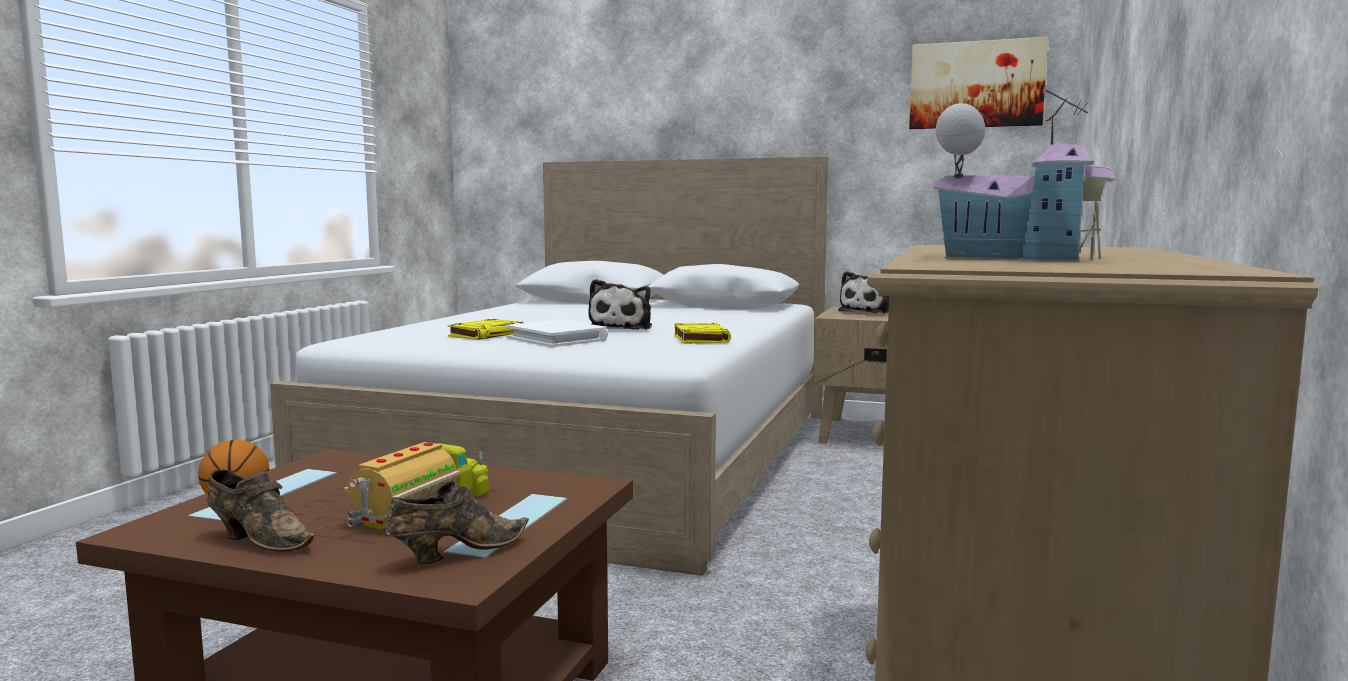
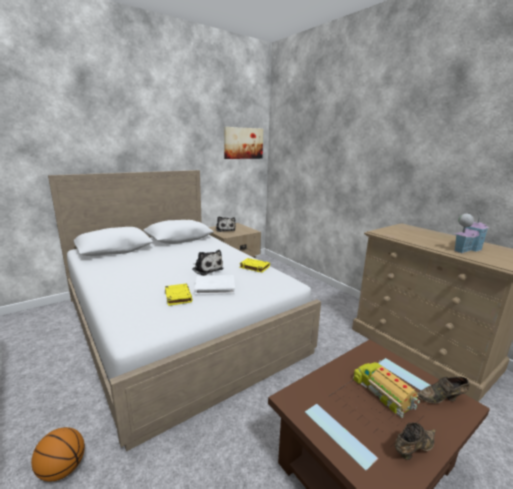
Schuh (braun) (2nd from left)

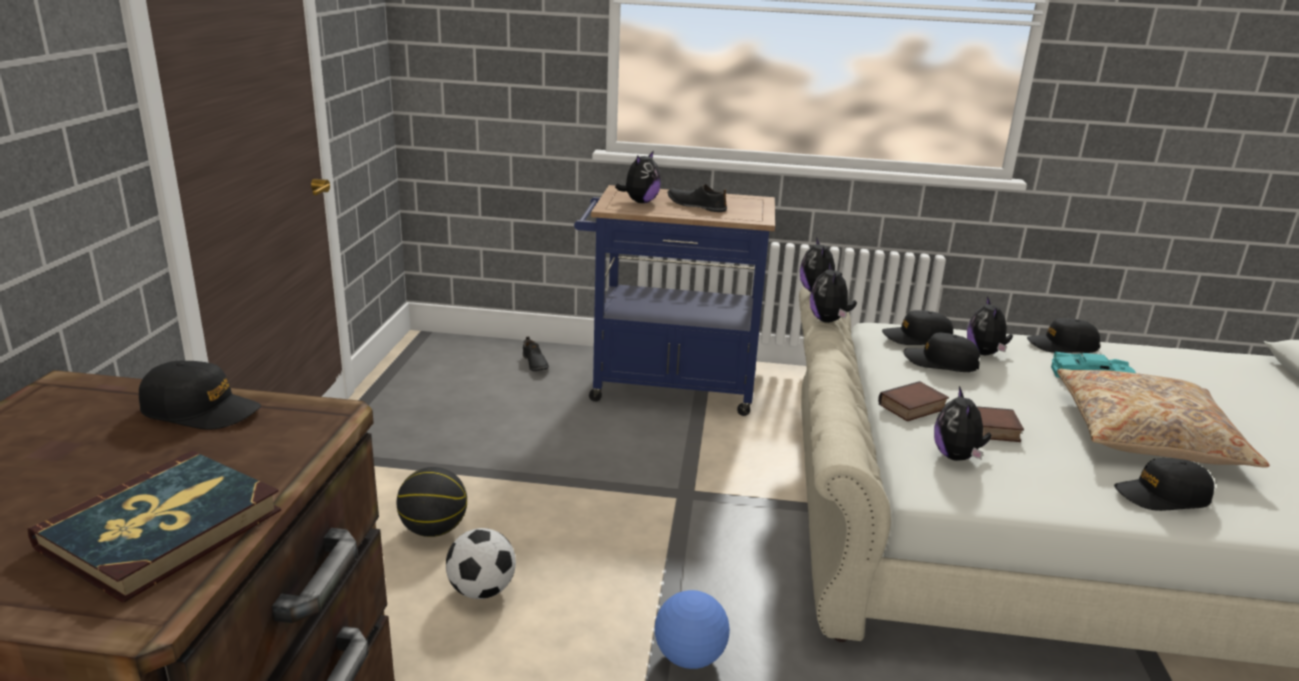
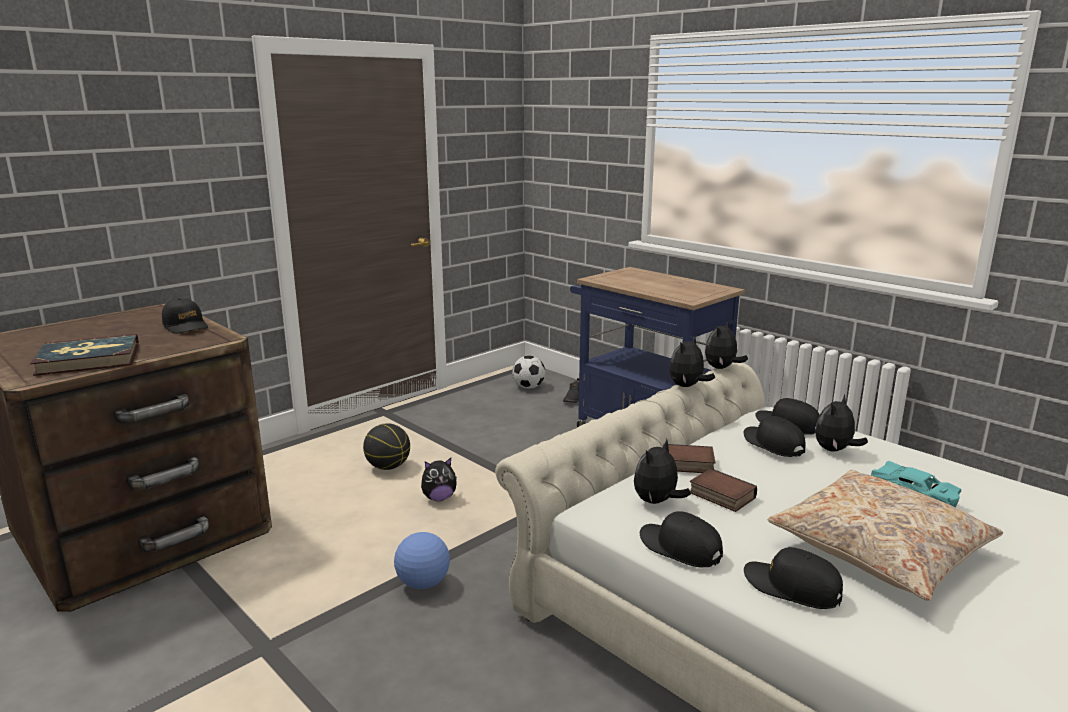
Fußball (2nd from left); Plüschtier (1st from left); Schuh (schwarz) (2nd from left in the first image); Kappe (schwarz) (2nd from left)

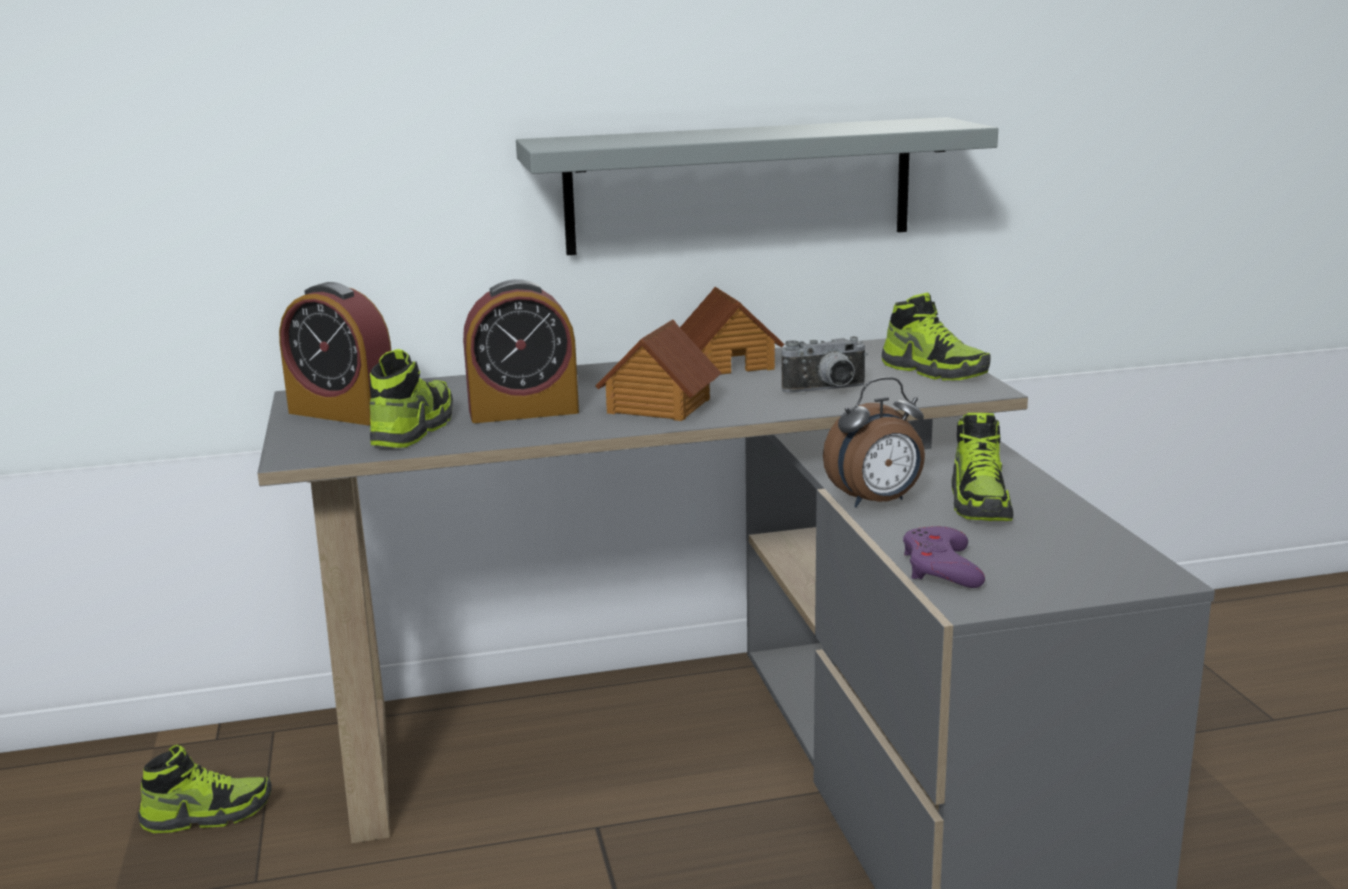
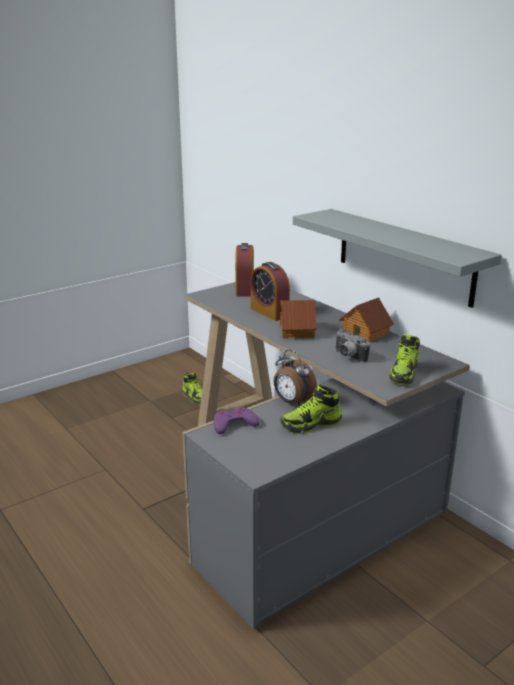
Schuh (2nd from left in the first image)

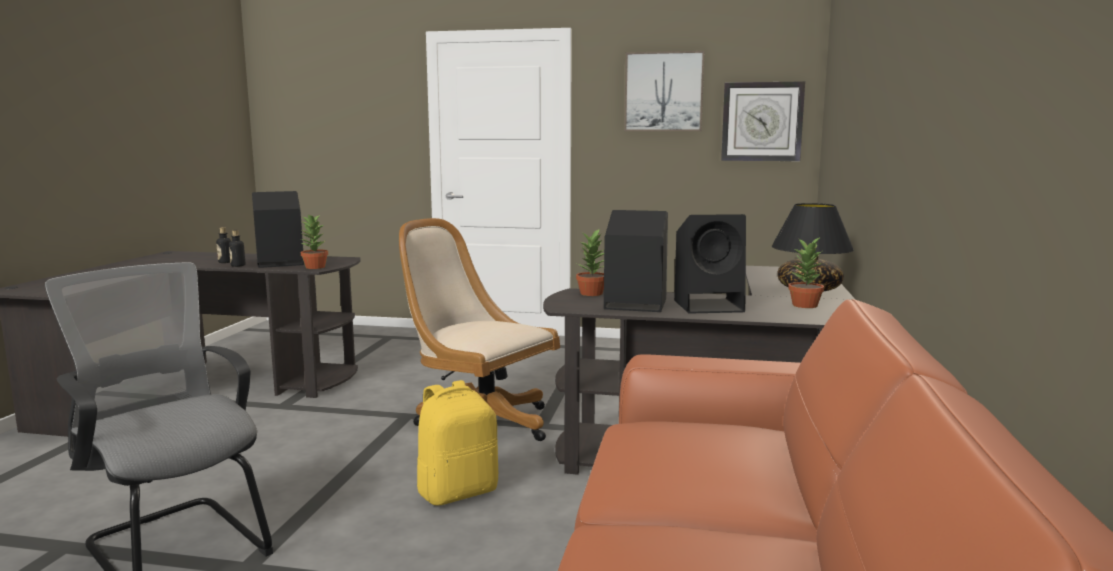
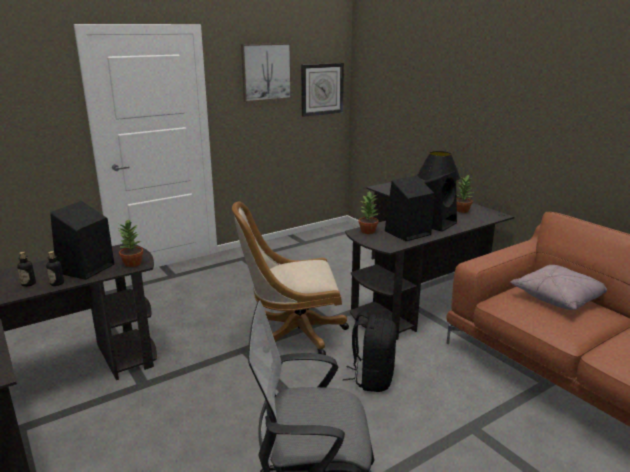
Rucksack (schwarz); Kissen (lila)

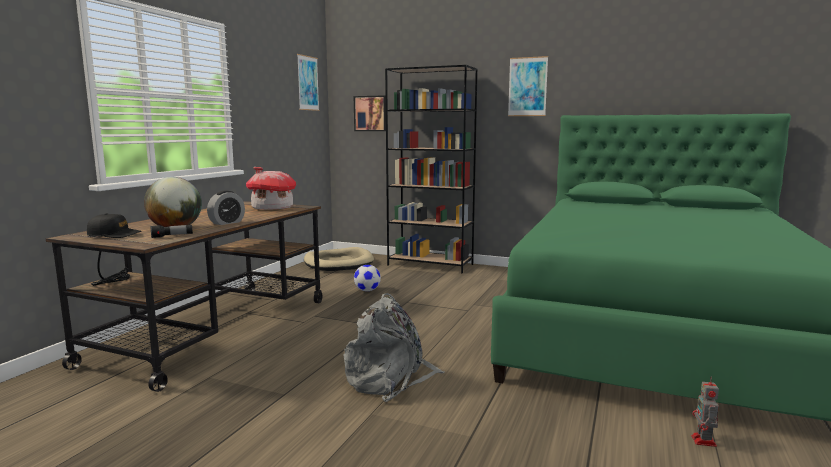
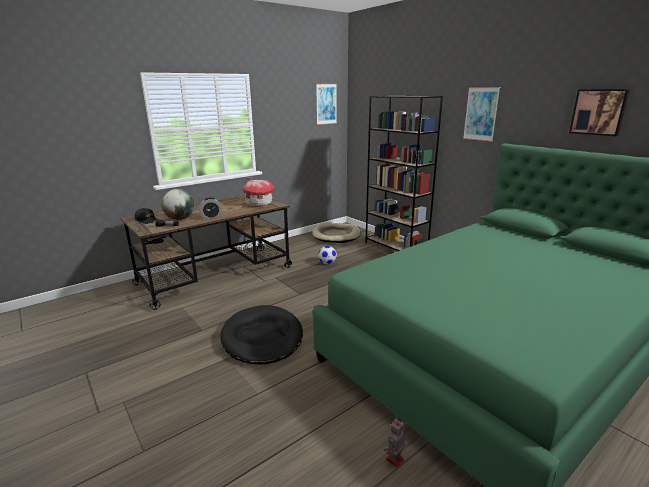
Hundebett (schwarz); Bild (3rd from left)

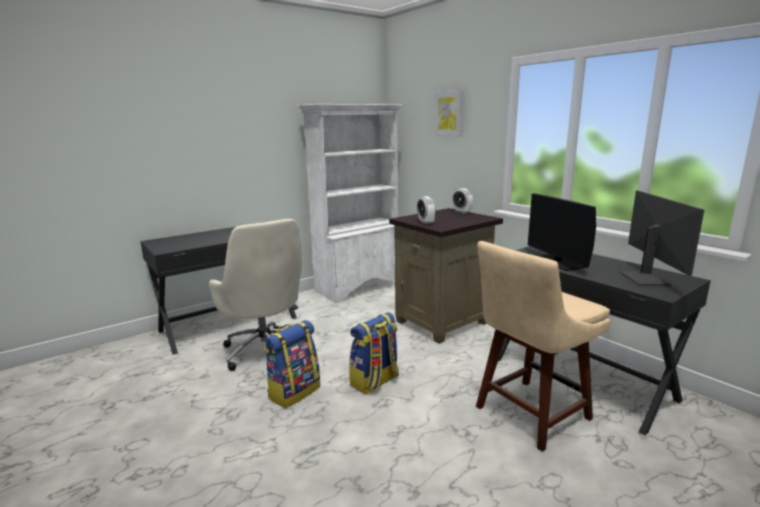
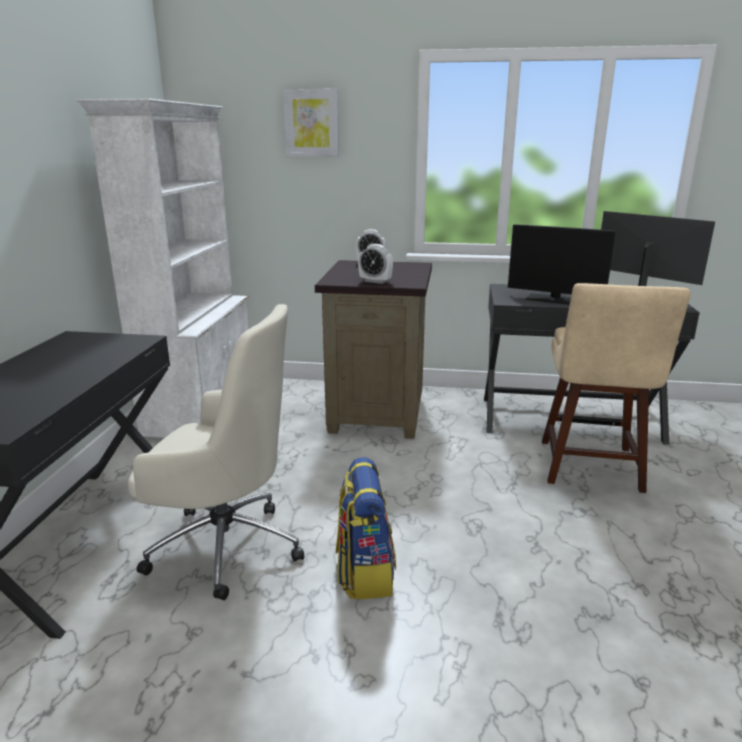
Rucksack (2nd from left in the first image)

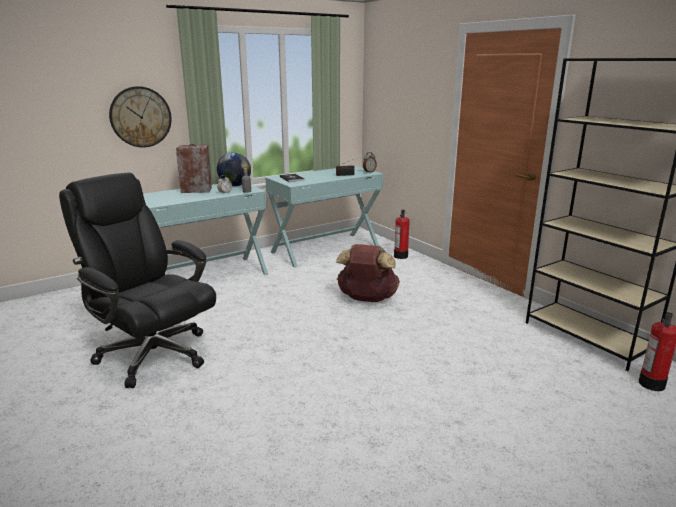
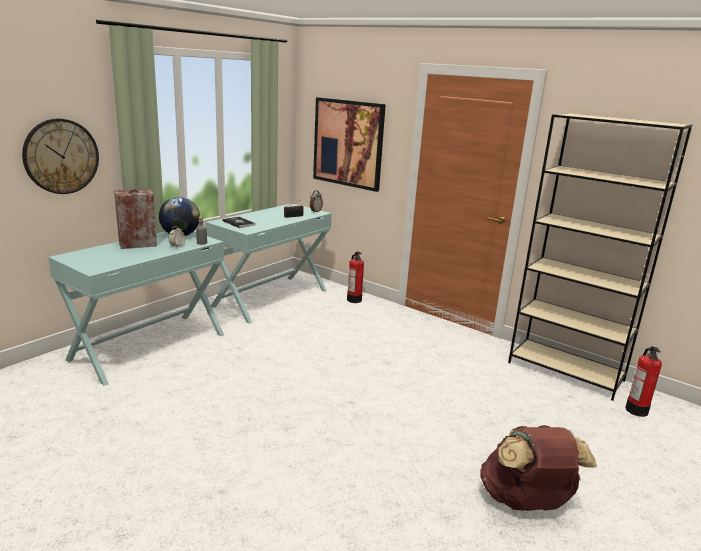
Bürostuhl (schwarz); Rucksack (braun); Bild

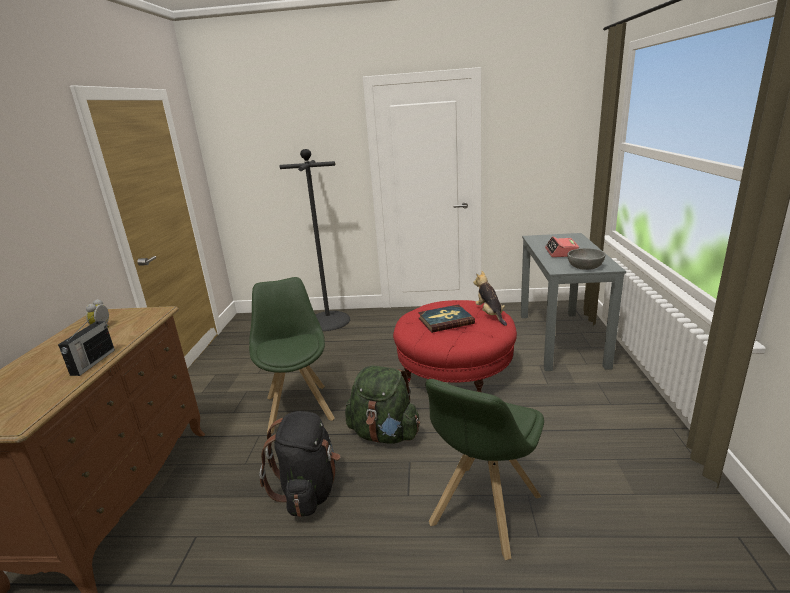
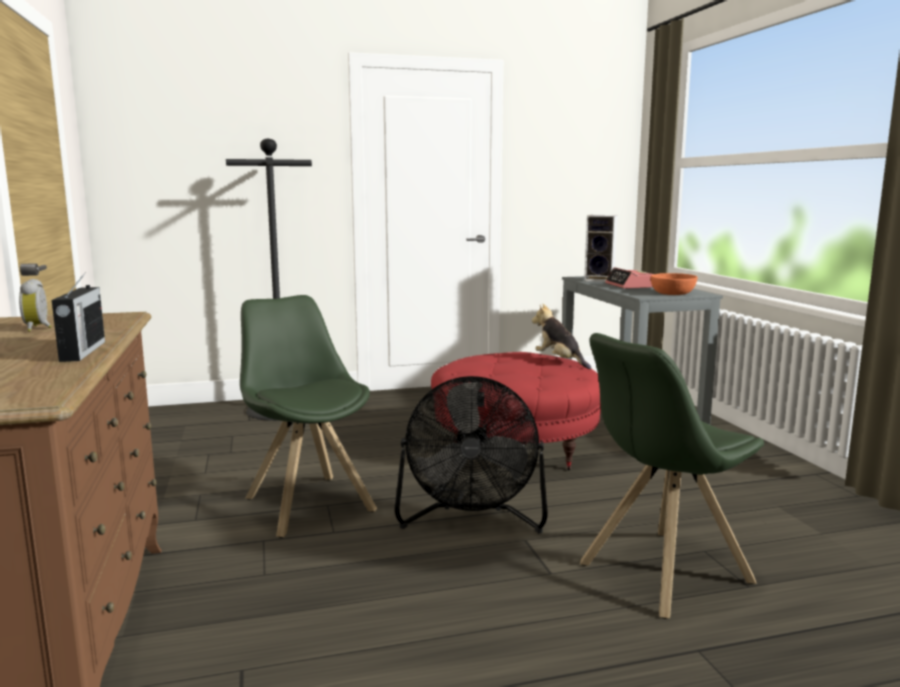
Rucksack (schwarz); Ventilator (schwarz); Buch; Stuhl (grün) (2nd from left); Schüssel (orange); Lautsprecher

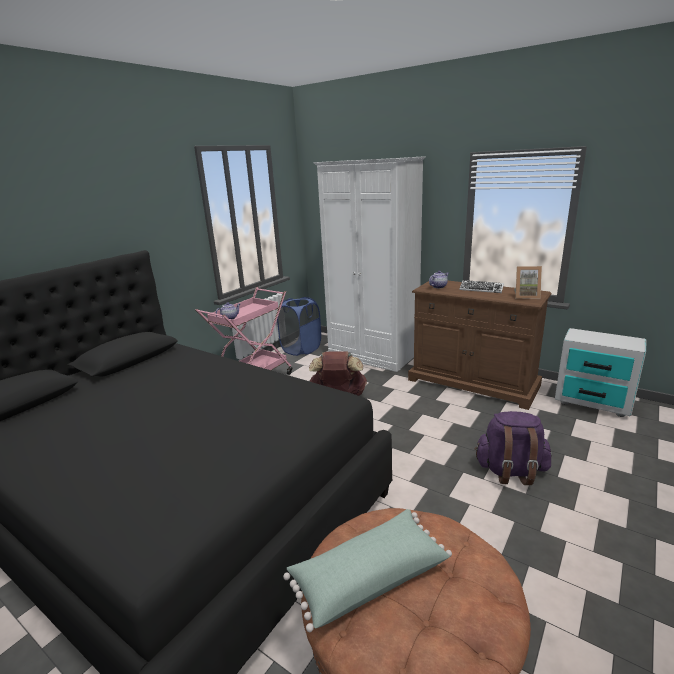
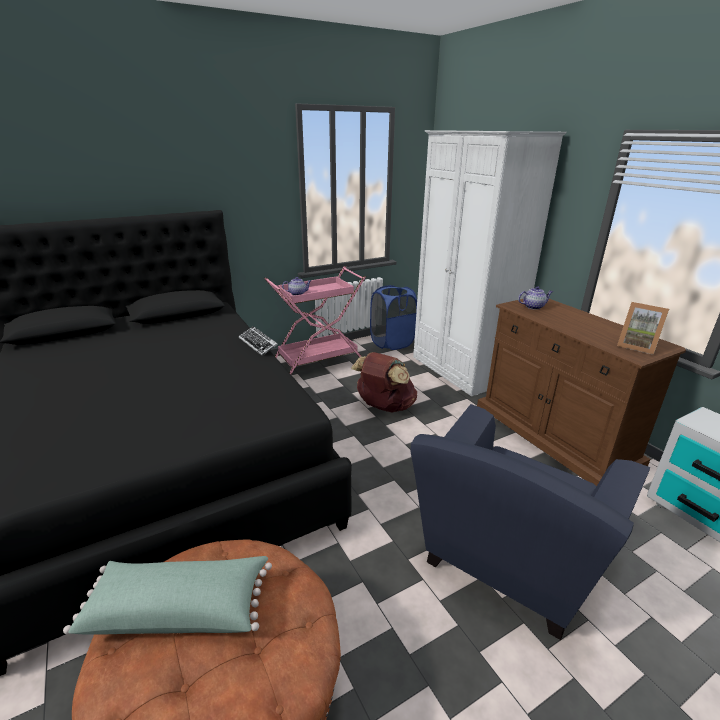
Tastatur; Sessel (blau)

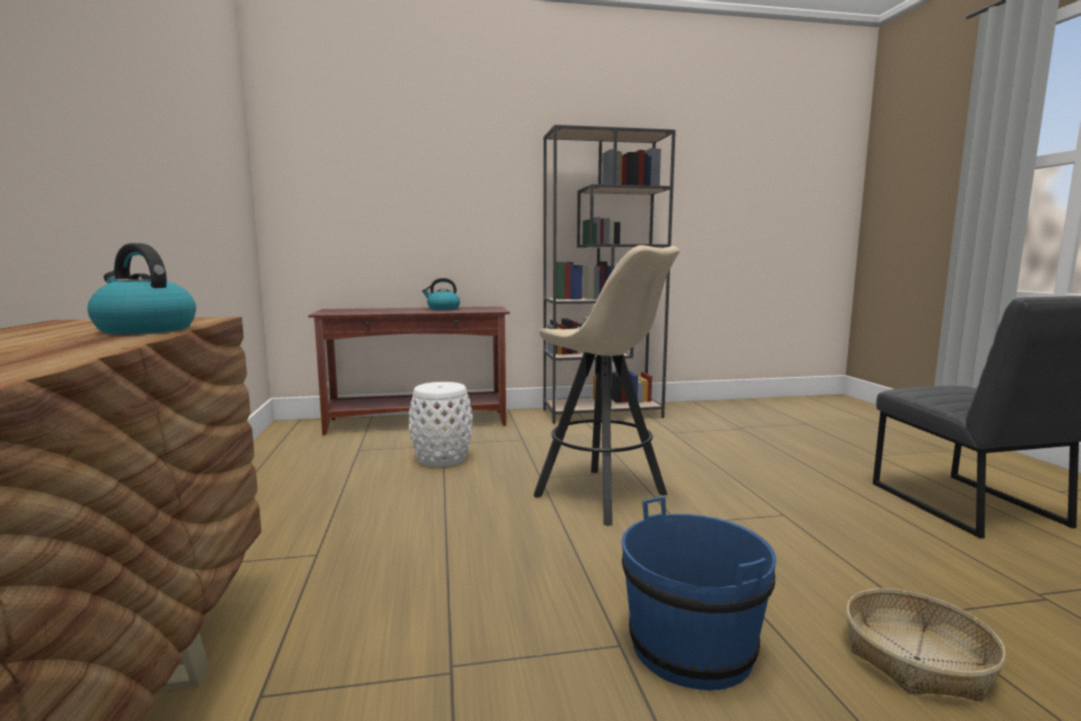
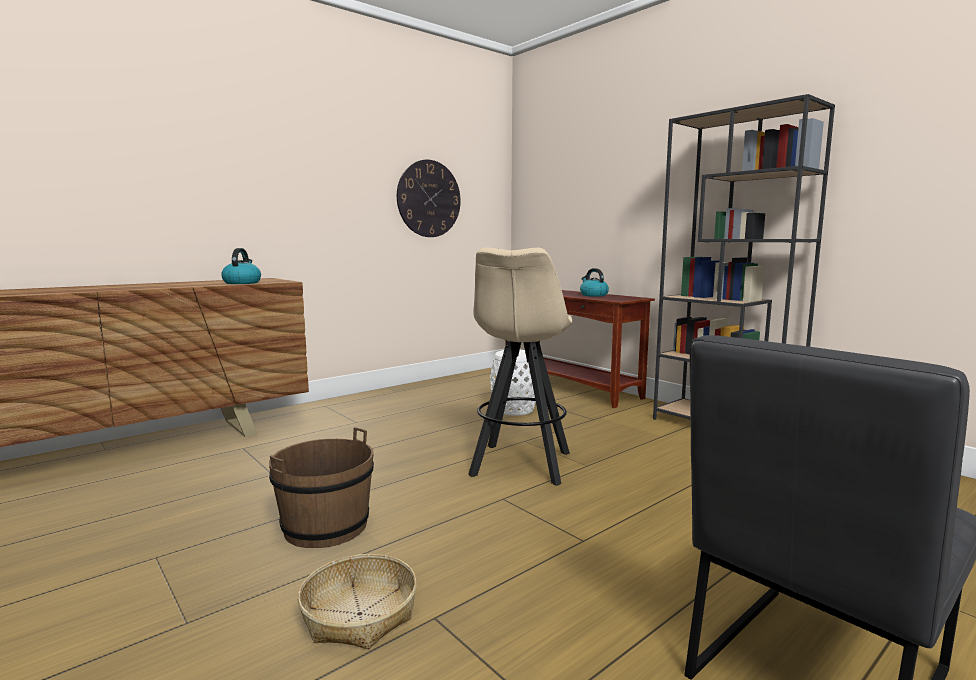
Eimer (braun); Wanduhr

